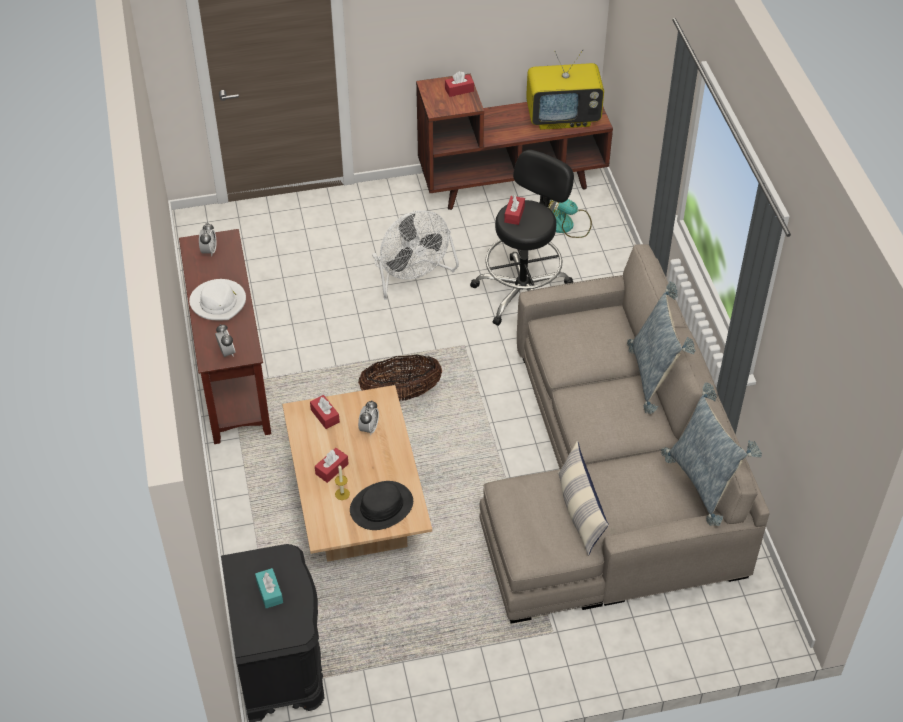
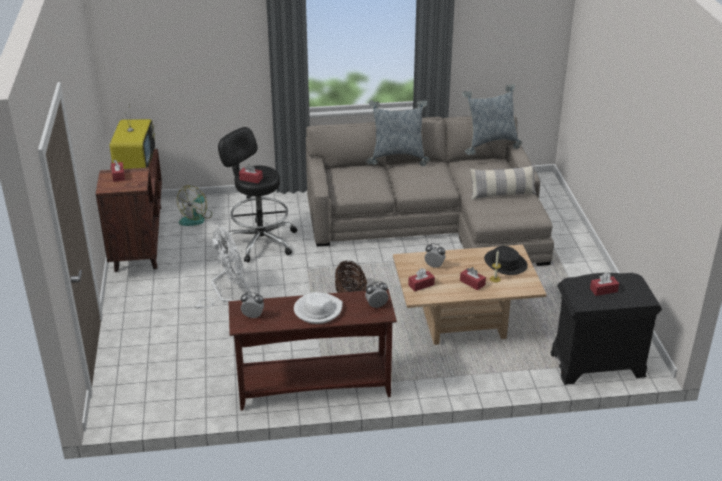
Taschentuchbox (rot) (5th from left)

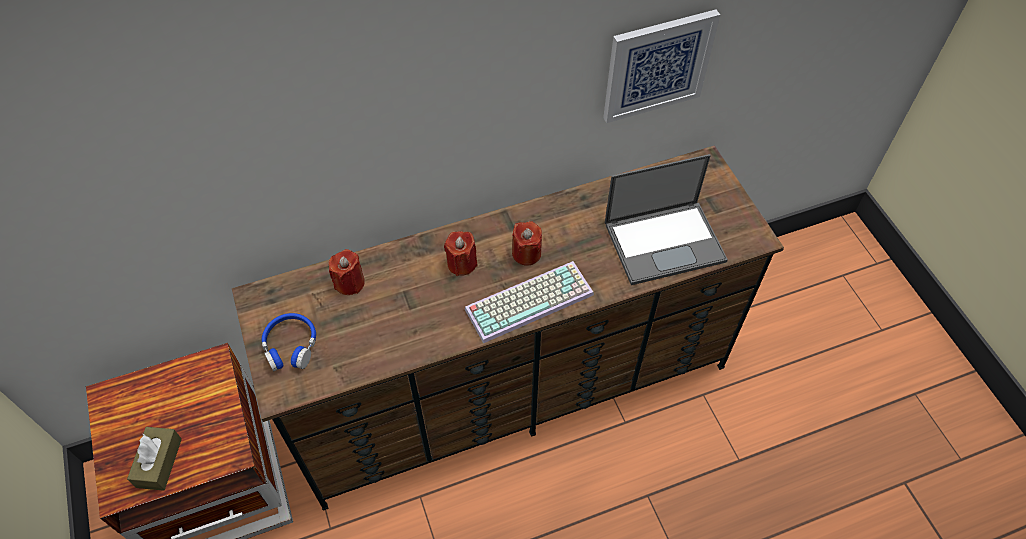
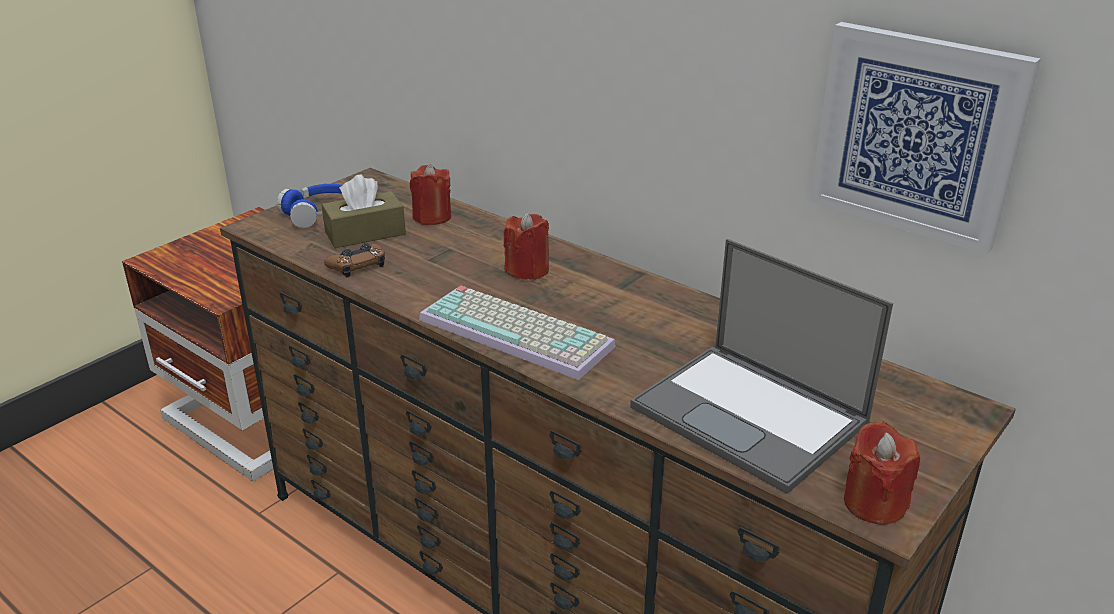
Taschentuchbox (braun); Kerze (rot) (3rd from left); Gamepad (braun)

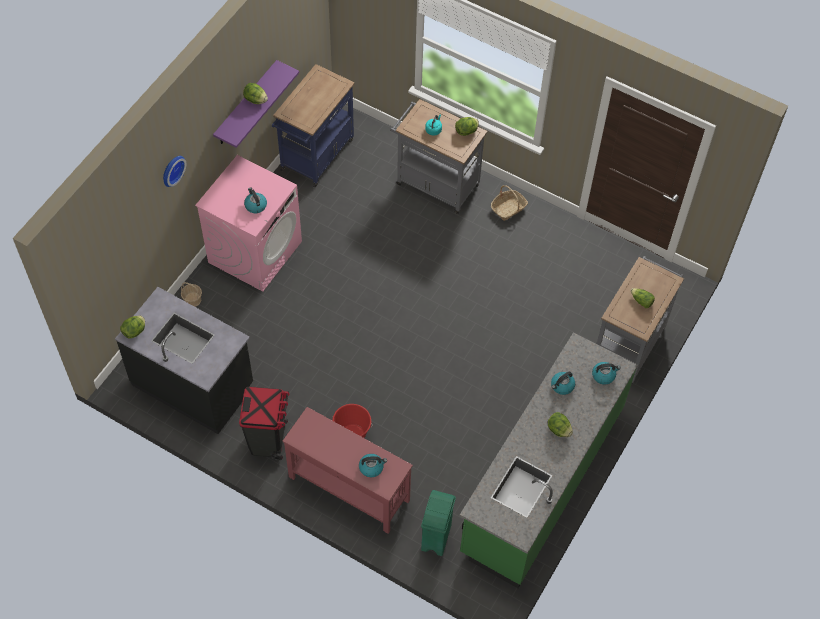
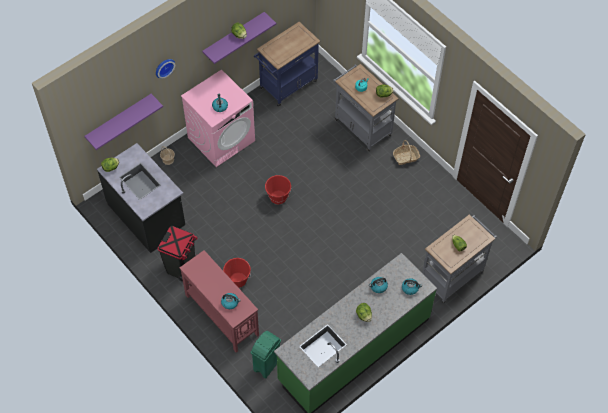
Wandregal (lila) (1st from left); Eimer (rot) (2nd from left)

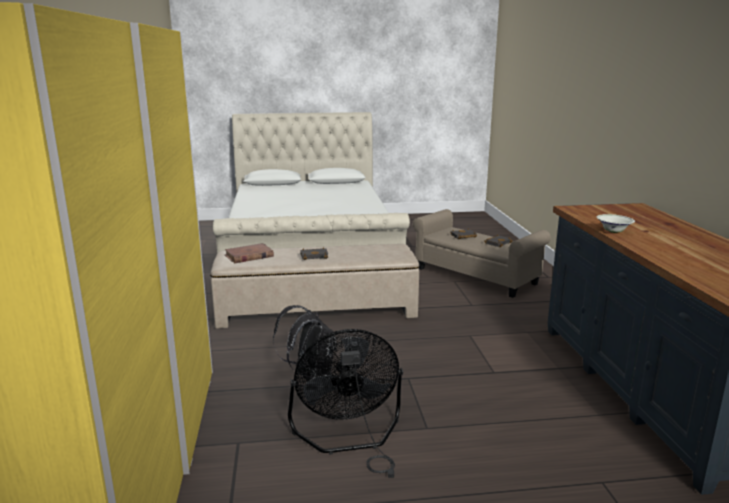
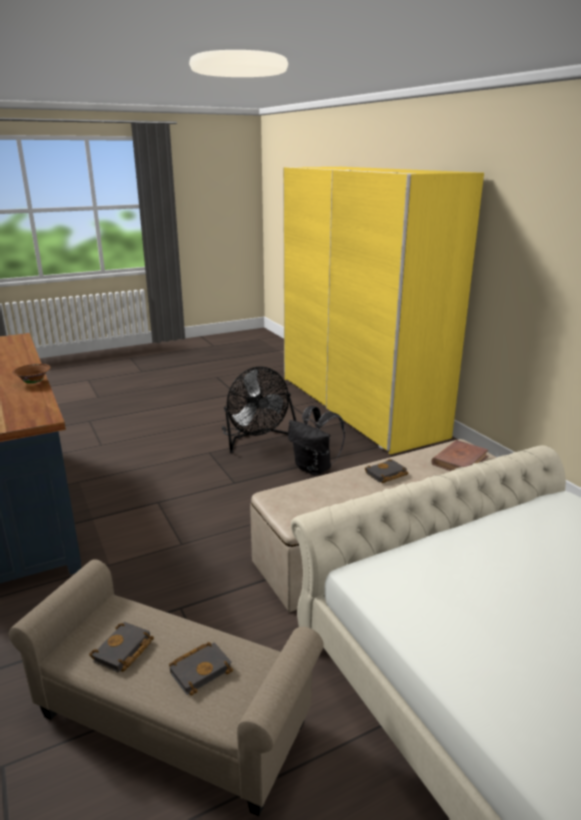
Schüssel (braun)

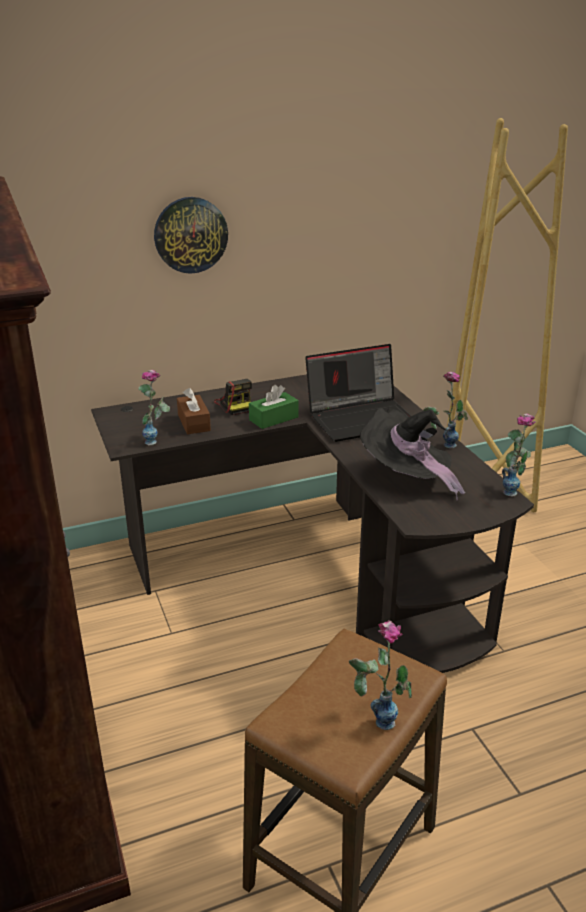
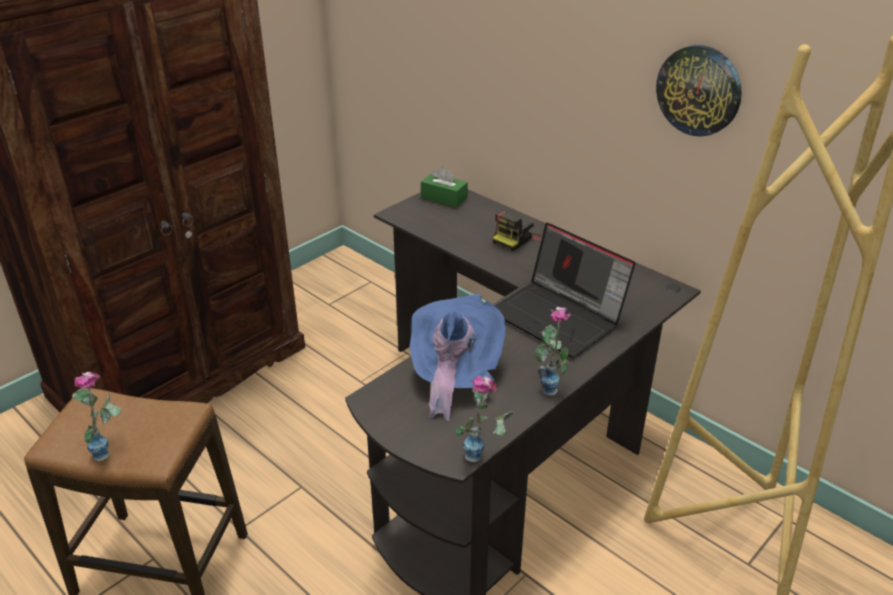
Vase (1st from left in the first image); Wanduhr; Taschentuchbox (braun); Taschentuchbox (grün); Hut (blau)

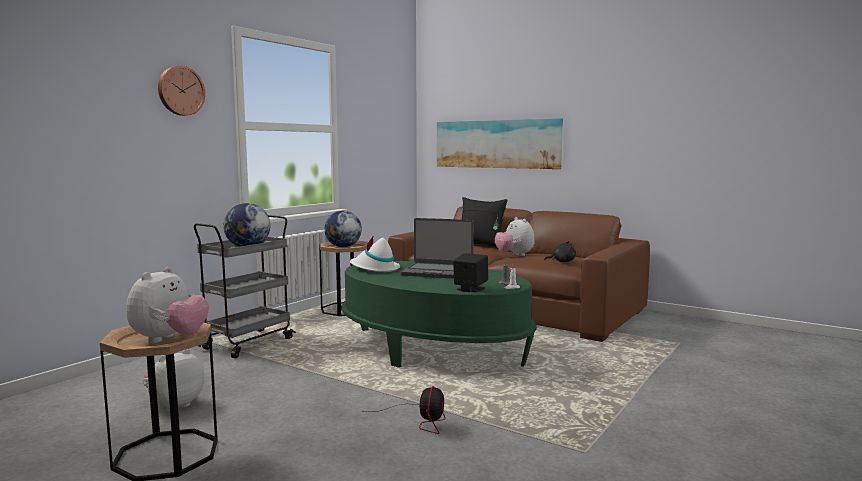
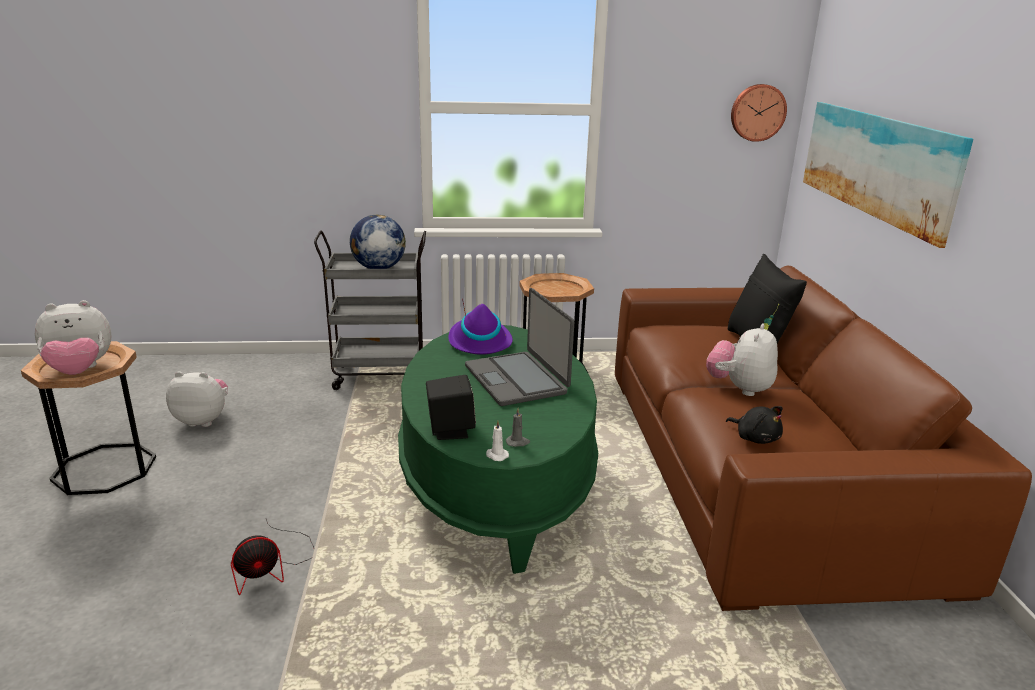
Wanduhr; Globus (2nd from left in the first image); Hut (lila)

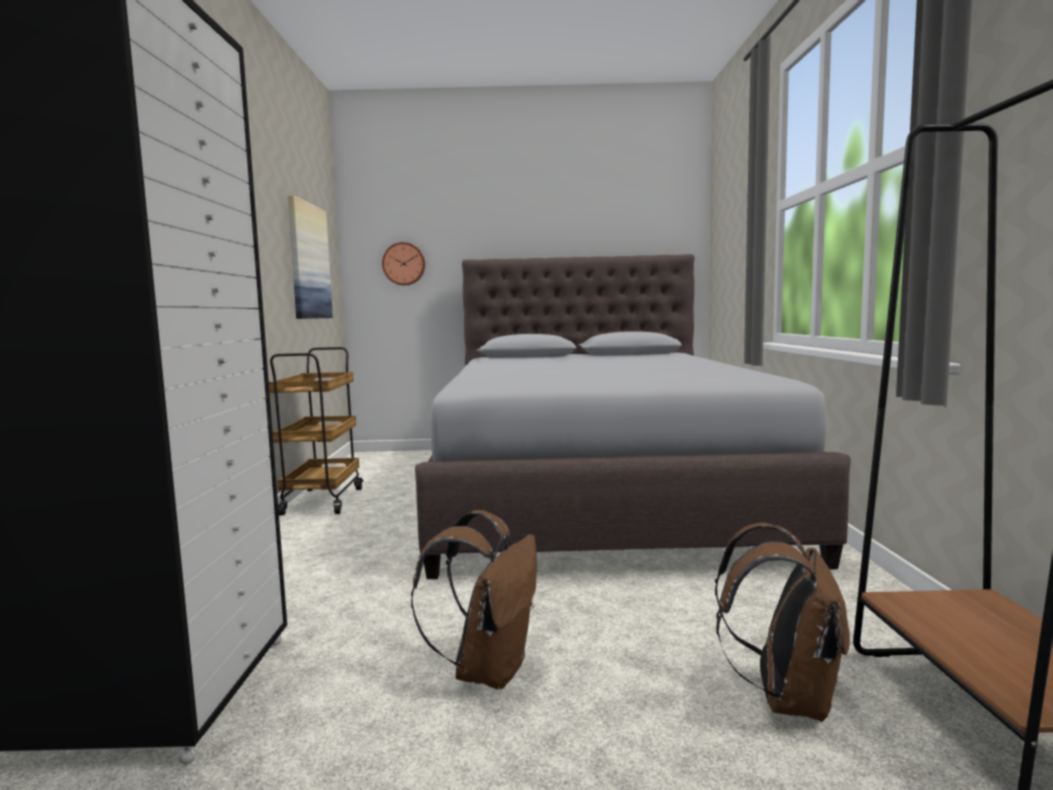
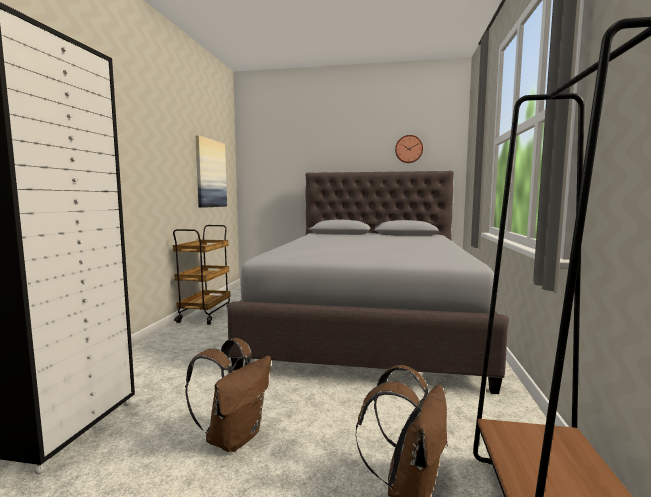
Wanduhr

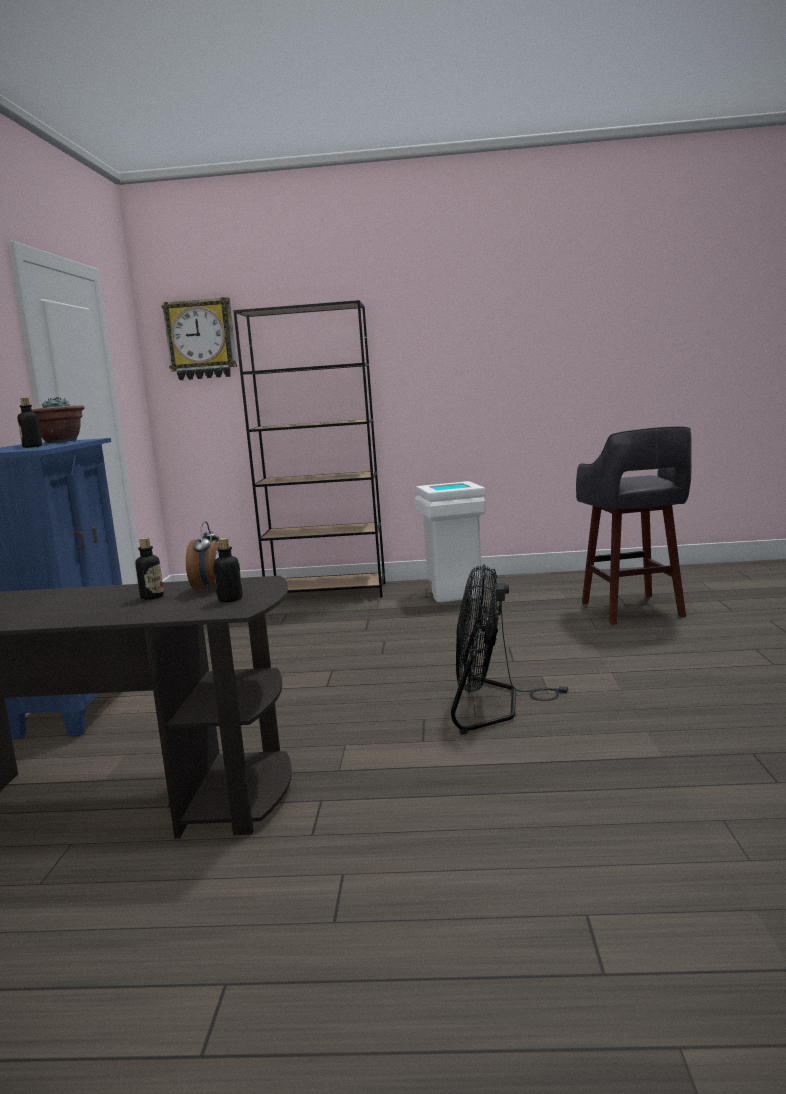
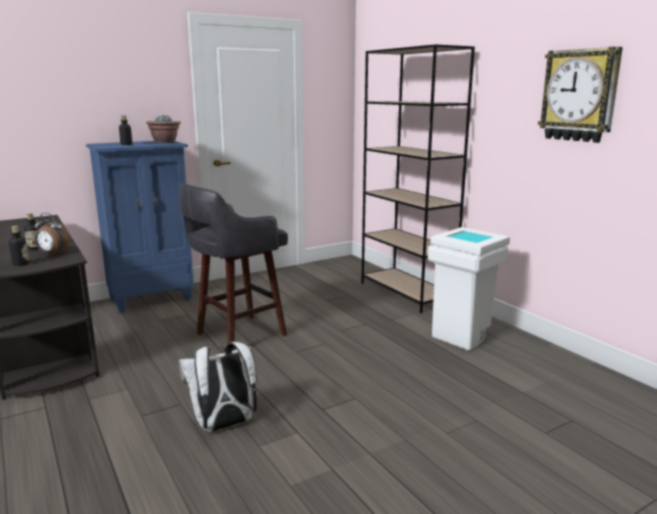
Wanduhr; Wecker; Rucksack (weiß); Hocker (grau)

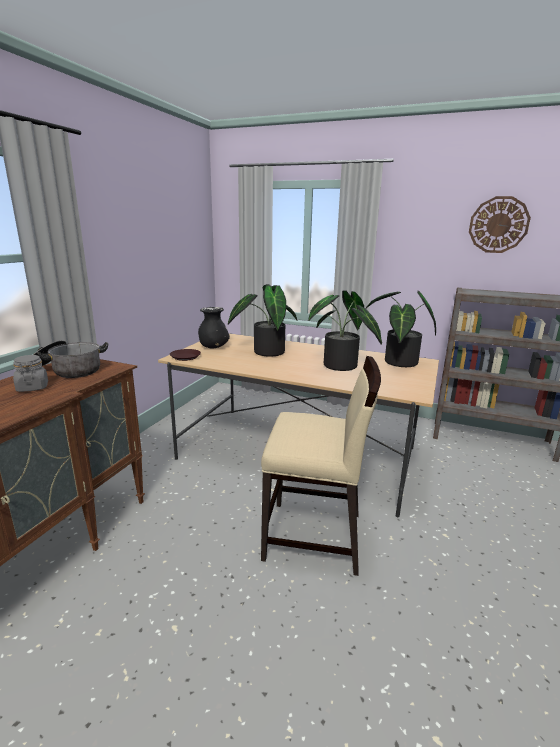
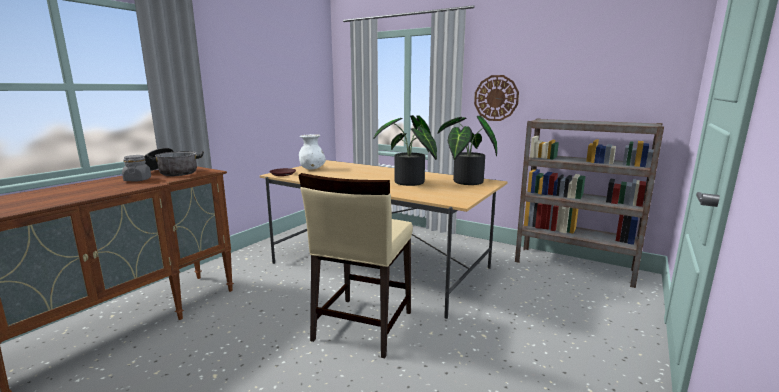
Vase (weiß); Topfpflanze (1st from left in the first image); Stuhl (beige); Wanduhr

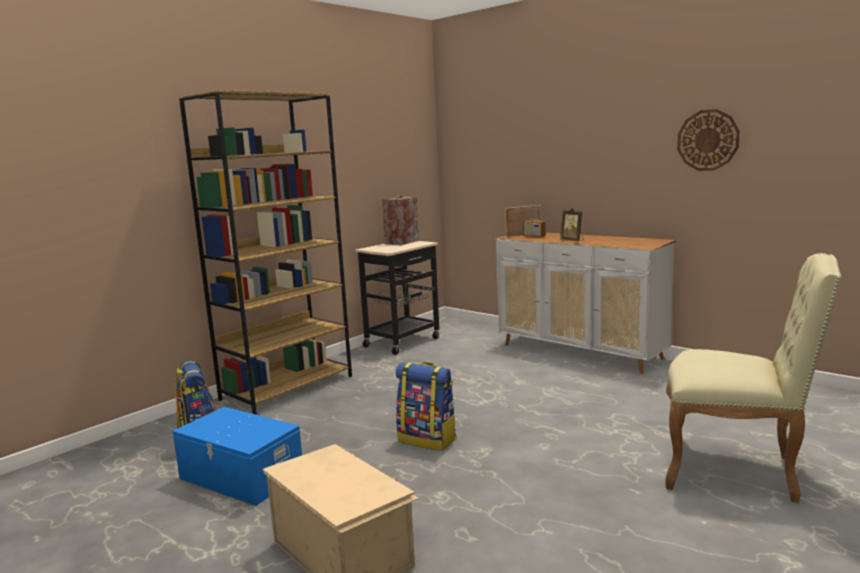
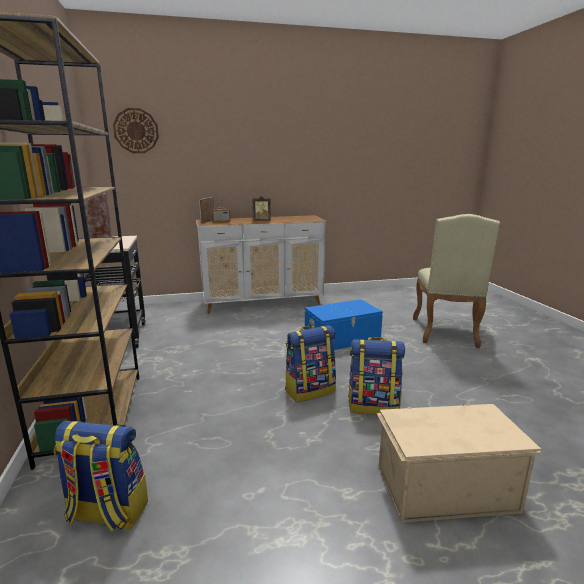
Aufbewahrungsbox (blau); Stuhl (beige); Wanduhr; Rucksack (3rd from left)

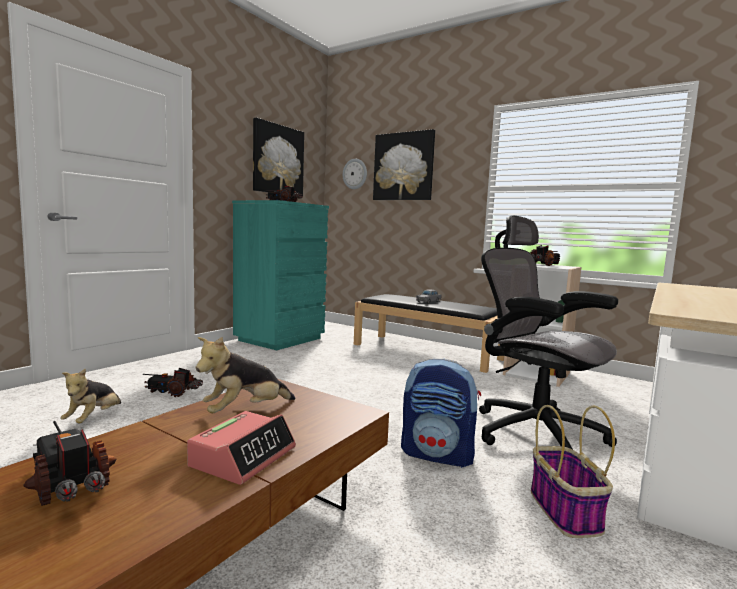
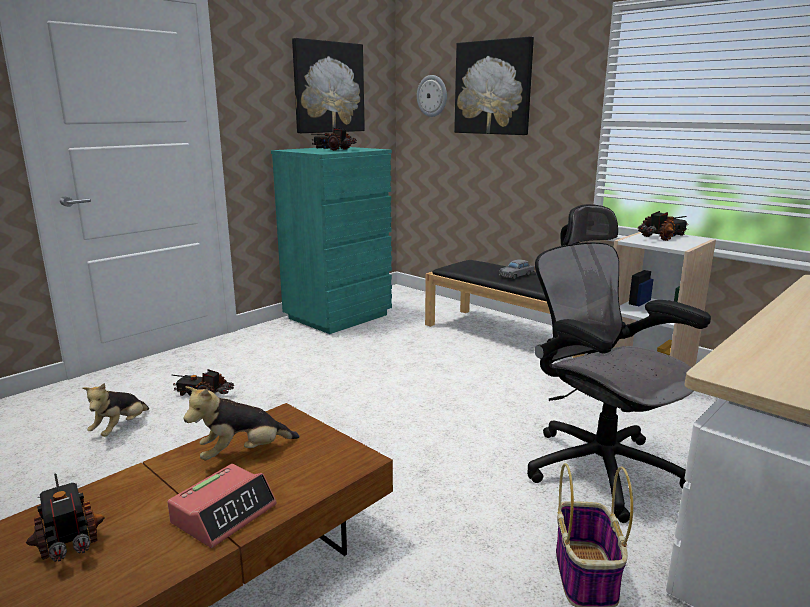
Rucksack

